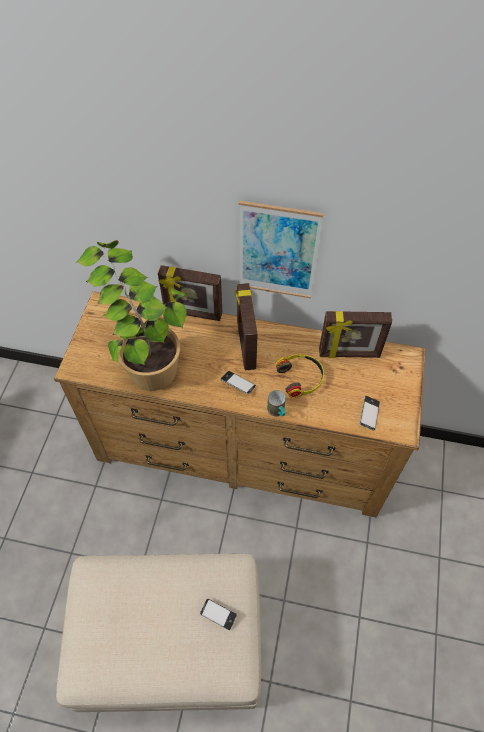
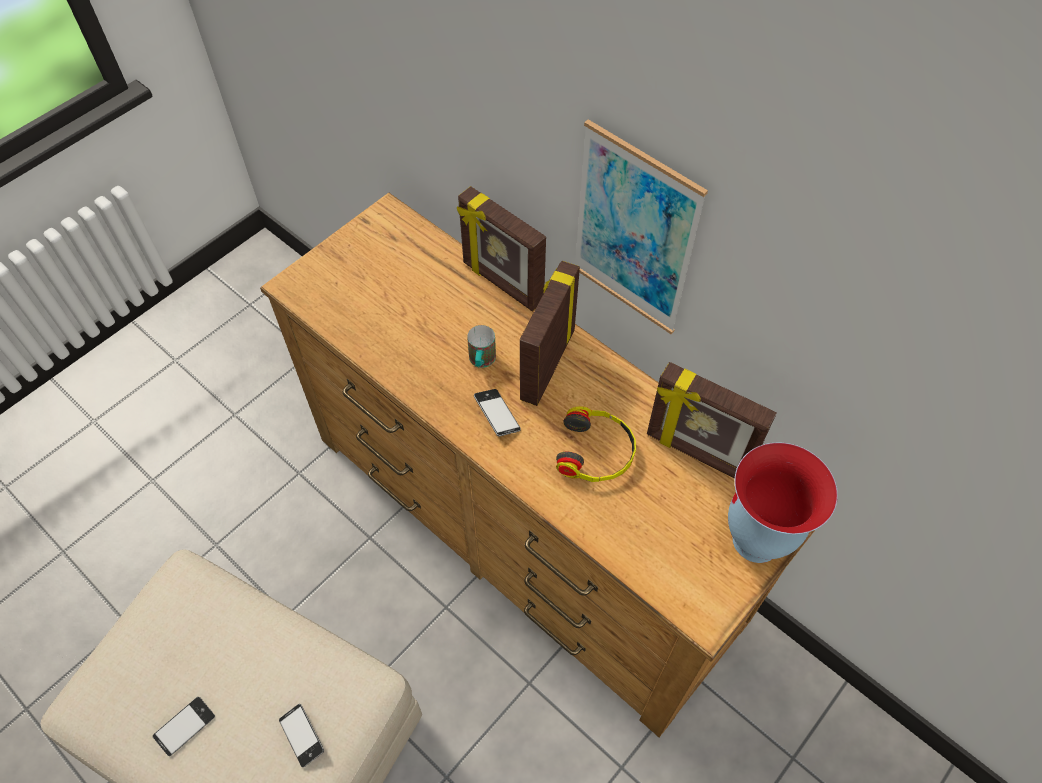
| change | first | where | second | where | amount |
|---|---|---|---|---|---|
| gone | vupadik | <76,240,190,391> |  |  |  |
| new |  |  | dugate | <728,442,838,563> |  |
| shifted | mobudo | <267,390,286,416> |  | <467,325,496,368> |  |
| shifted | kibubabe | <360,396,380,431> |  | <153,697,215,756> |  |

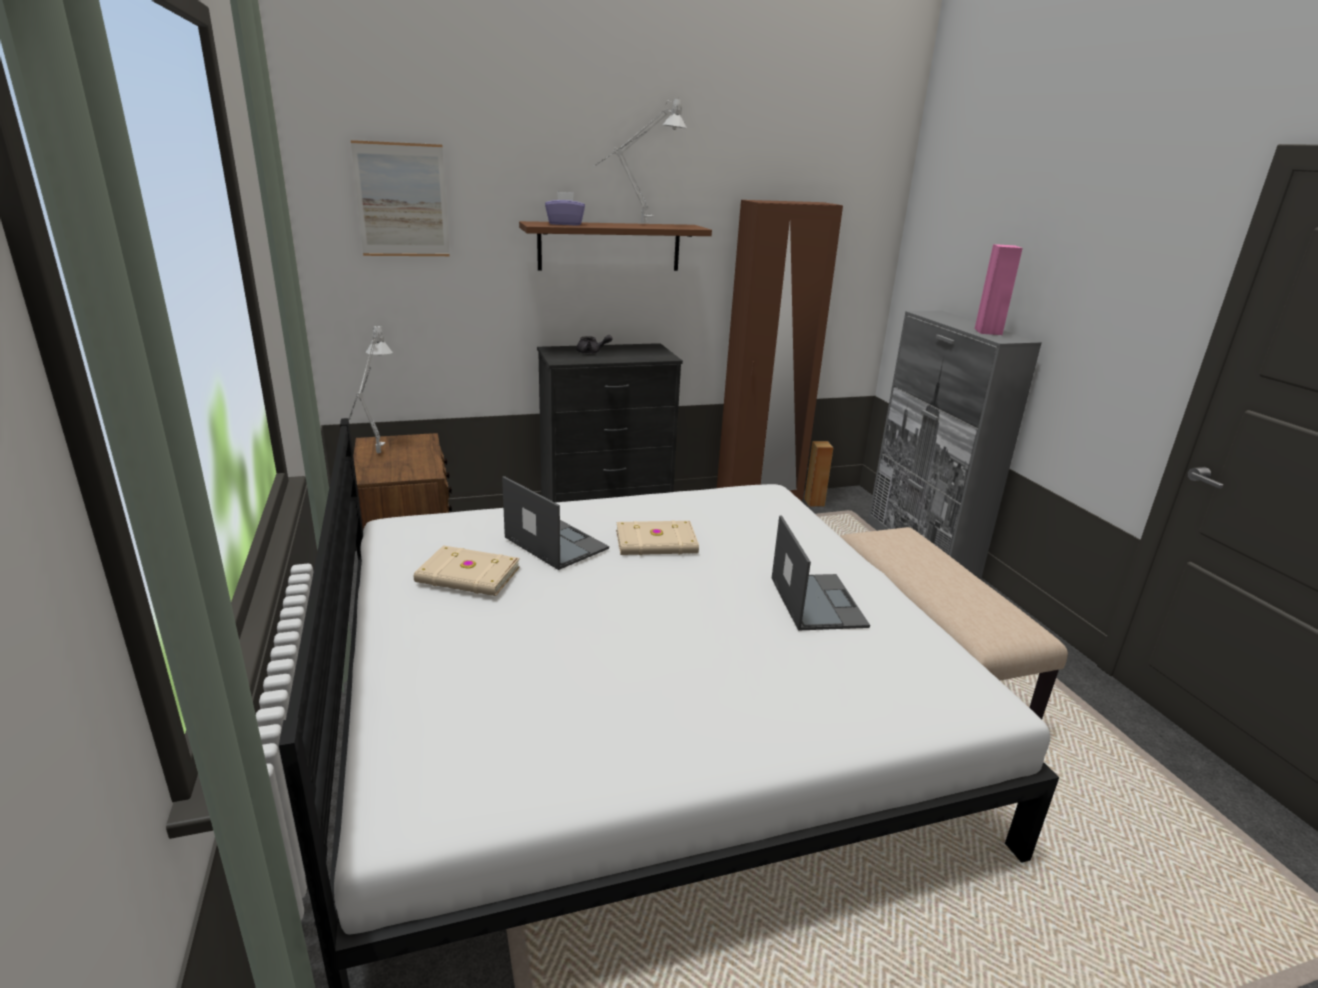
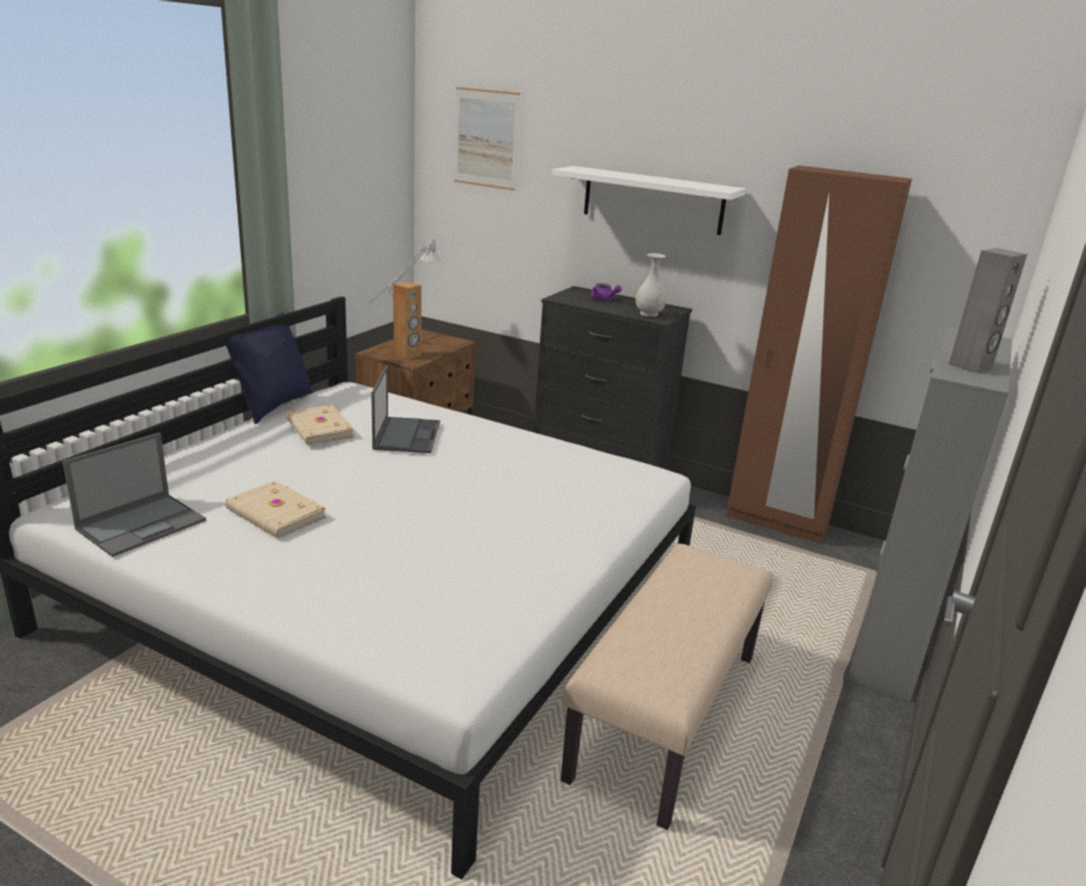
| change | first | where | second | where | amount |
|---|---|---|---|---|---|
| gone | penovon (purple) | <545,191,585,226> |  |  |  |
| gone | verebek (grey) | <593,97,687,223> |  |  |  |
| new |  |  | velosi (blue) | <226,313,312,424> |  |
| new |  |  | dugate (white) | <636,253,666,317> |  |
| shifted | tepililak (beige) | <616,521,699,555> |  | <225,481,327,539> |  |
| shifted | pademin | <772,515,870,631> |  | <62,433,206,557> |  |
| shifted | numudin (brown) | <804,441,833,507> |  | <393,281,422,360> |  |
| repainted | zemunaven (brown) | <519,221,712,271> | zemunaven (white) | <552,166,746,235> |  |
| repainted | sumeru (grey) | <576,335,613,354> | sumeru (purple) | <591,283,622,301> |  |
| repainted | numudin (pink) | <975,244,1023,335> | numudin (grey) | <949,248,1027,373> |  |

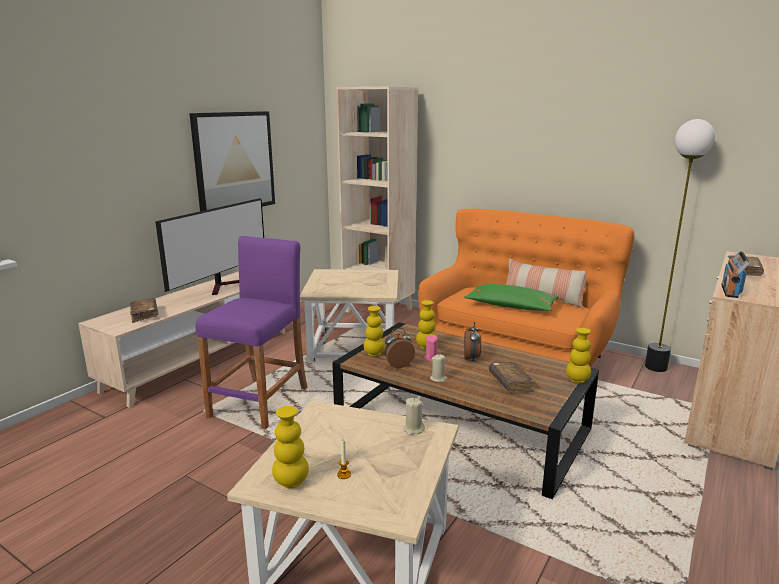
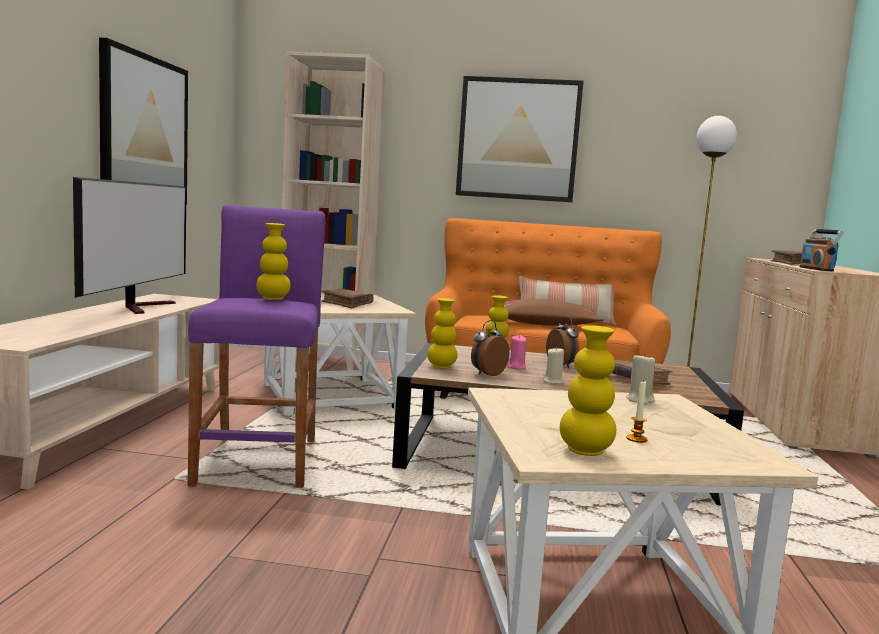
| change | first | where | second | where | amount |
|---|---|---|---|---|---|
| new |  |  | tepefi | <456,76,584,202> |  |
| shifted | tepililak (brown) | <129,298,158,323> |  | <321,289,374,309> |  |
| shifted | dugate (yellow) | <566,328,591,383> |  | <256,223,291,300> |  |
| repainted | velosi (green) | <464,284,559,311> | velosi (brown) | <493,299,604,326> |  |

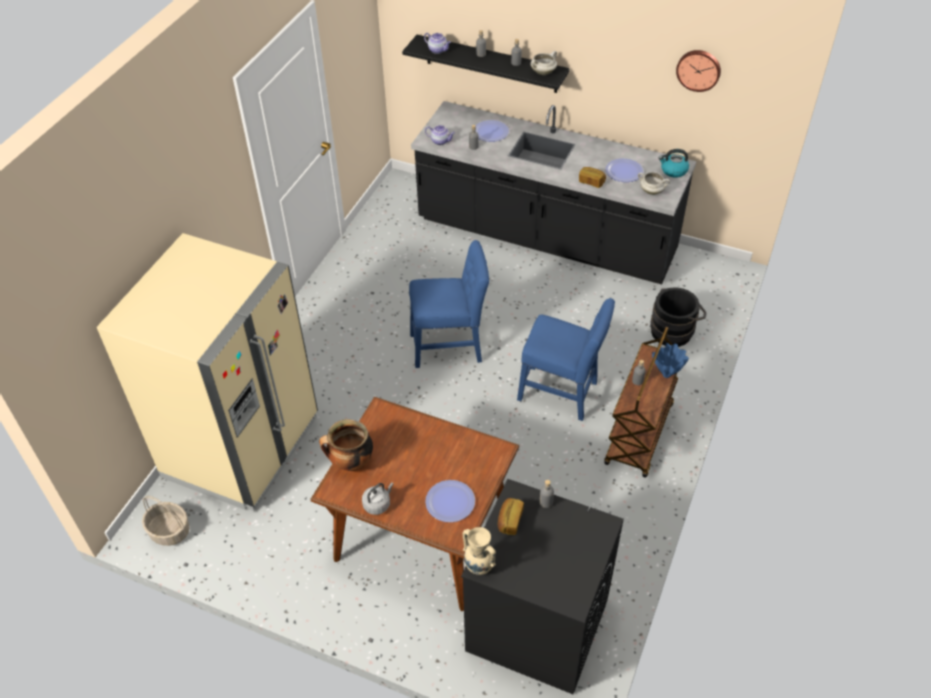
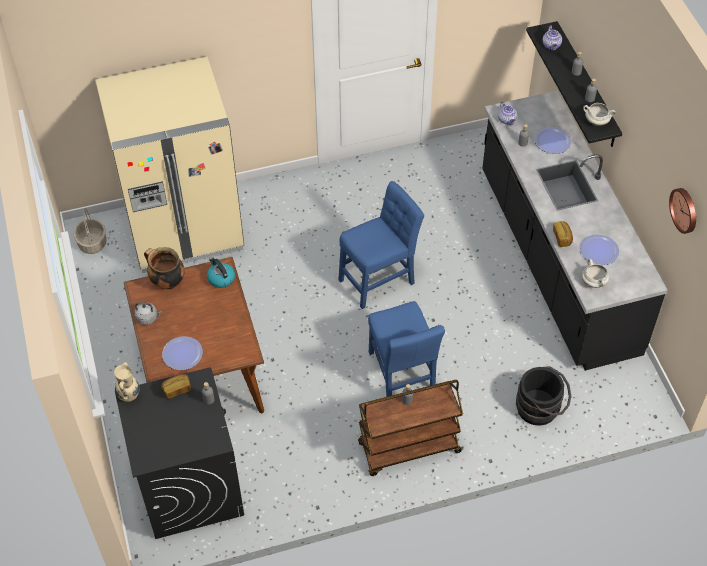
| change | first | where | second | where | amount |
|---|---|---|---|---|---|
| gone | dugate (blue) | <652,343,689,378> |  |  |  |
| shifted | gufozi | <658,149,689,178> |  | <207,257,235,288> |  |
| rotated | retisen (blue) | <409,240,489,368> |  | <338,181,424,309> | 75 degrees counterclockwise |

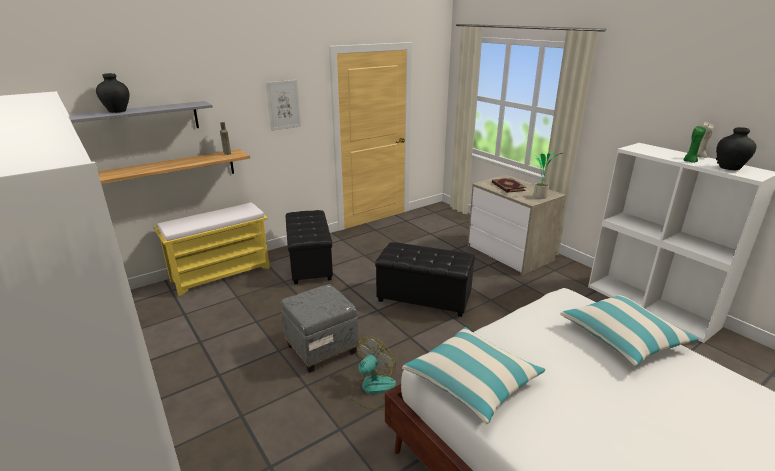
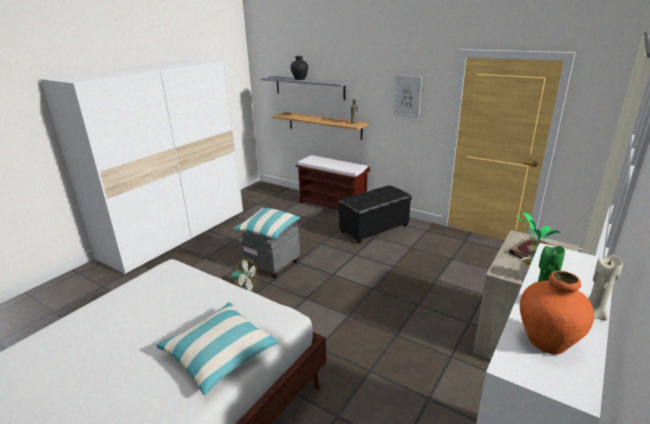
| change | first | where | second | where | amount |
|---|---|---|---|---|---|
| gone | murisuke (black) | <375,242,475,317> |  |  |  |
| shifted | velosi | <402,327,546,424> |  | <233,208,300,240> |  |
| repainted | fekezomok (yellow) | <154,202,270,296> | fekezomok (brown) | <296,155,370,210> |  |
| repainted | dugate (black) | <716,127,756,170> | dugate (orange) | <520,270,594,355> |  |

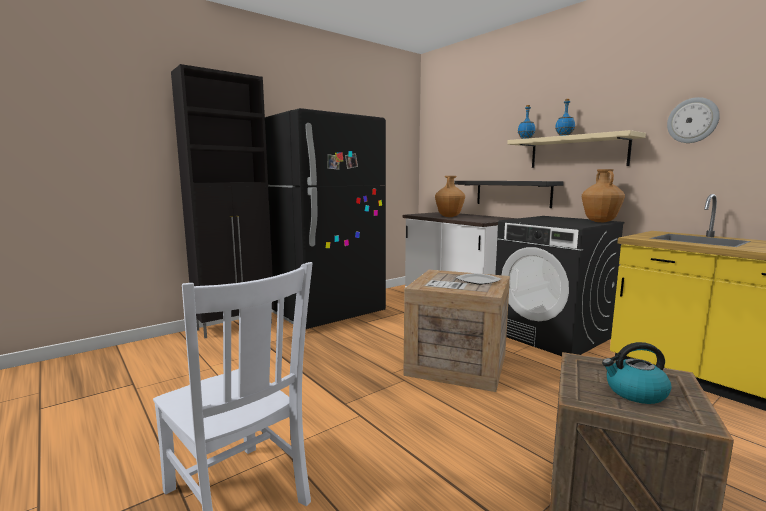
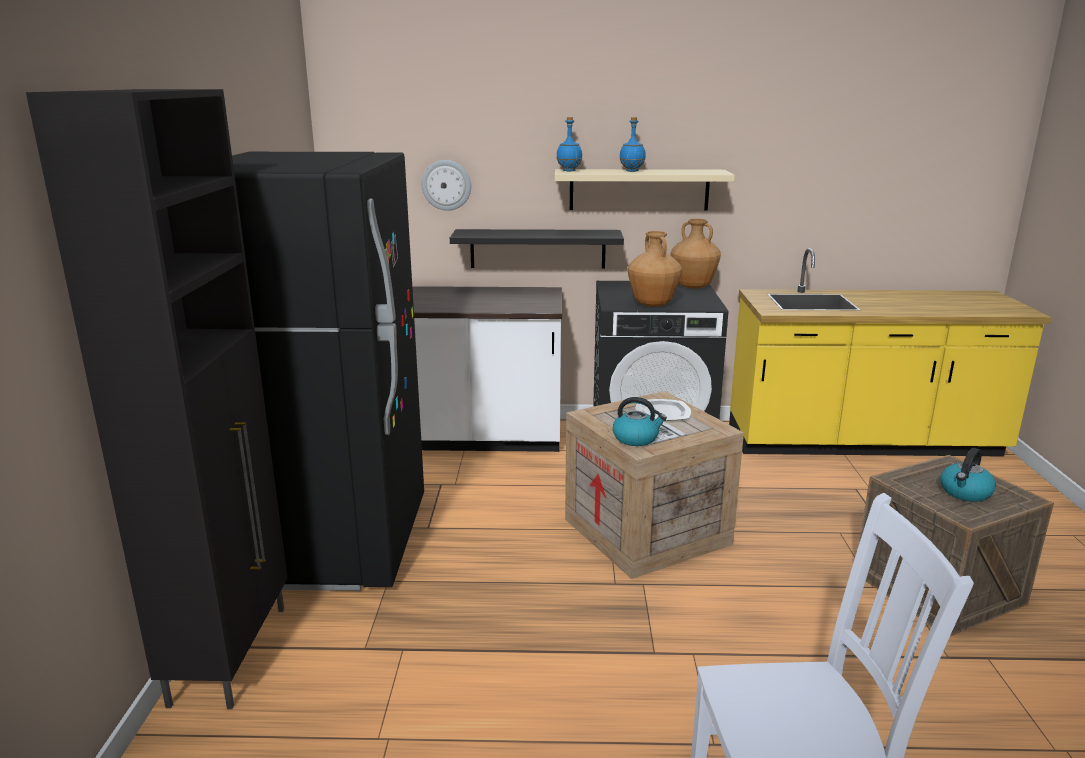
| change | first | where | second | where | amount |
|---|---|---|---|---|---|
| new |  |  | gufozi | <612,397,667,446> |  |
| shifted | dugate (brown) | <435,176,465,217> |  | <627,231,682,307> |  |
| shifted | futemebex | <667,97,720,143> |  | <422,160,471,211> |  |

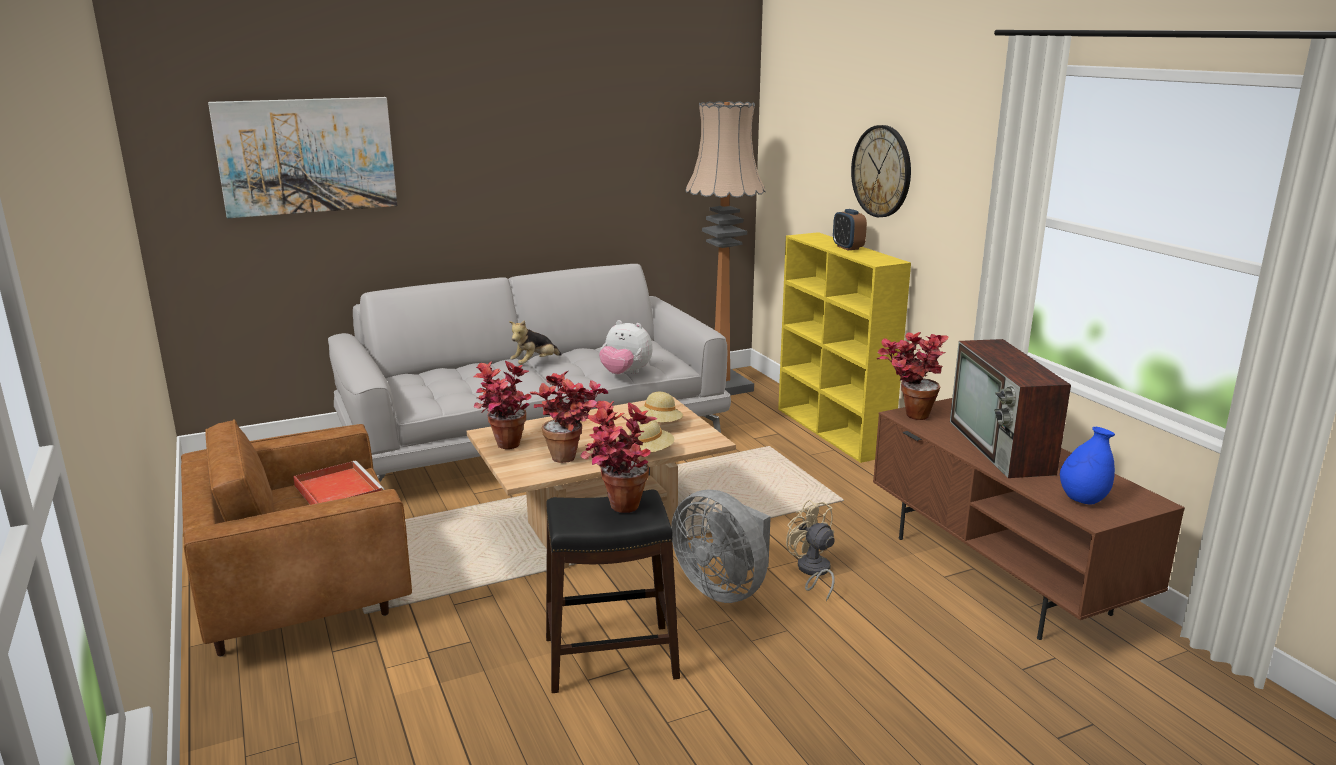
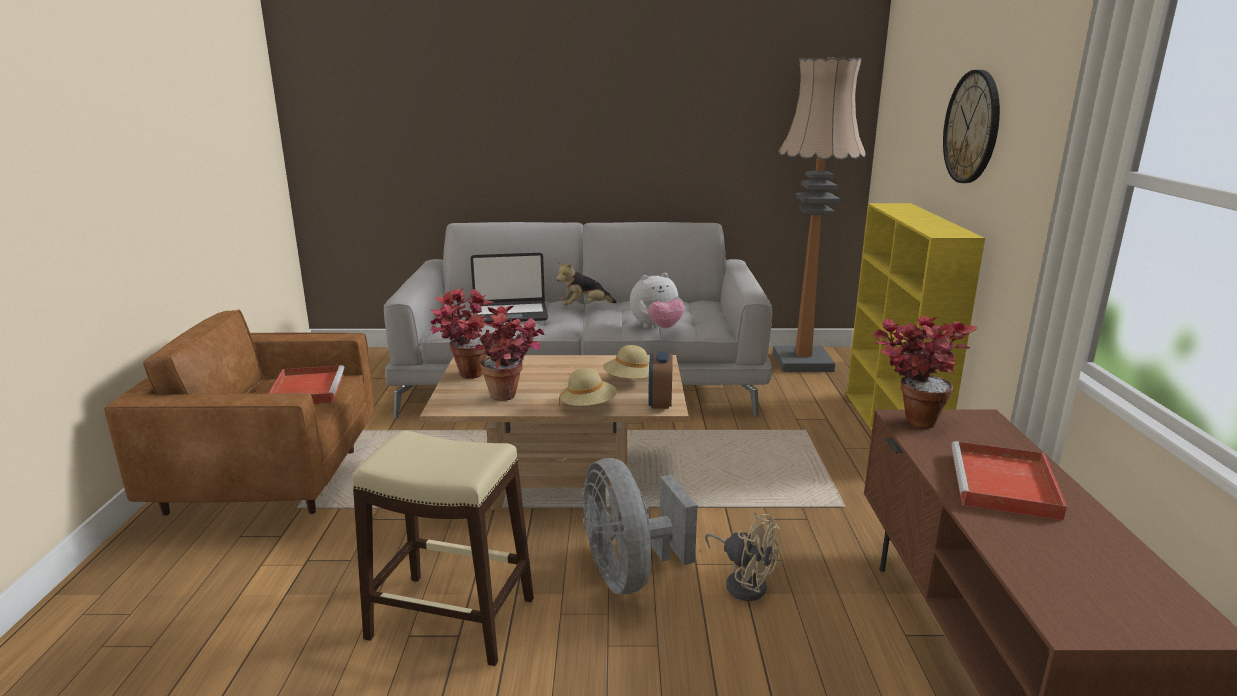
| change | first | where | second | where | amount |
|---|---|---|---|---|---|
| gone | tepefi | <208,97,397,218> |  |  |  |
| gone | vupadik | <581,401,658,513> |  |  |  |
| gone | dugate (blue) | <1060,427,1115,505> |  |  |  |
| new |  |  | pademin | <470,253,548,322> |  |
| shifted | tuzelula | <833,209,867,250> |  | <648,351,673,409> |  |
| swapped | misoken | <950,339,1071,478> | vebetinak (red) | <951,441,1067,521> |  |
| repainted | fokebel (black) | <546,490,680,693> | fokebel (beige) | <352,430,534,666> |  |
| rotated | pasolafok | <599,320,653,374> |  | <630,273,684,328> | 75 degrees counterclockwise |
| rotated | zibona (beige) | <786,500,835,601> |  | <705,512,780,601> | 135 degrees clockwise |

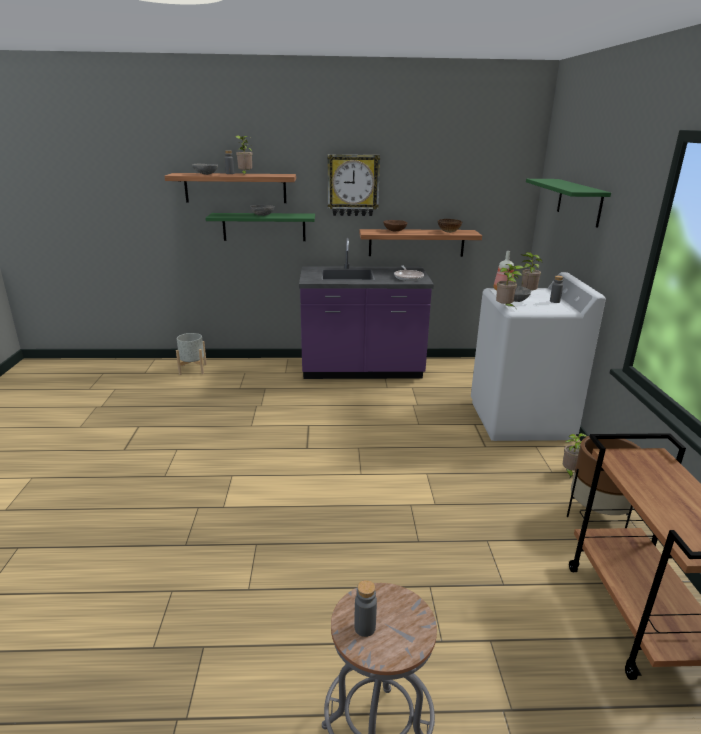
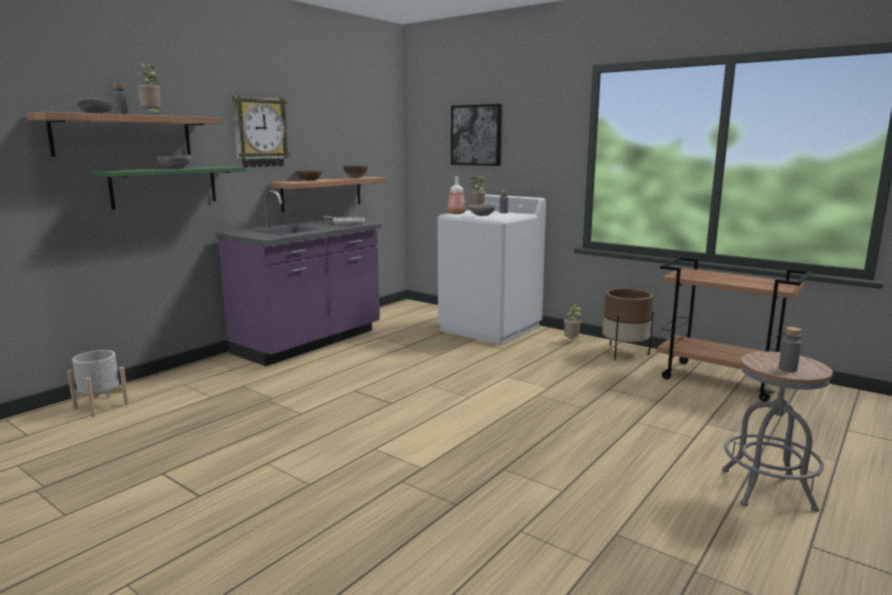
| change | first | where | second | where | amount |
|---|---|---|---|---|---|
| gone | vupadik | <496,264,524,307> |  |  |  |
| swapped | zemunaven (green) | <526,179,611,228> | tepefi | <451,104,502,166> |  |

